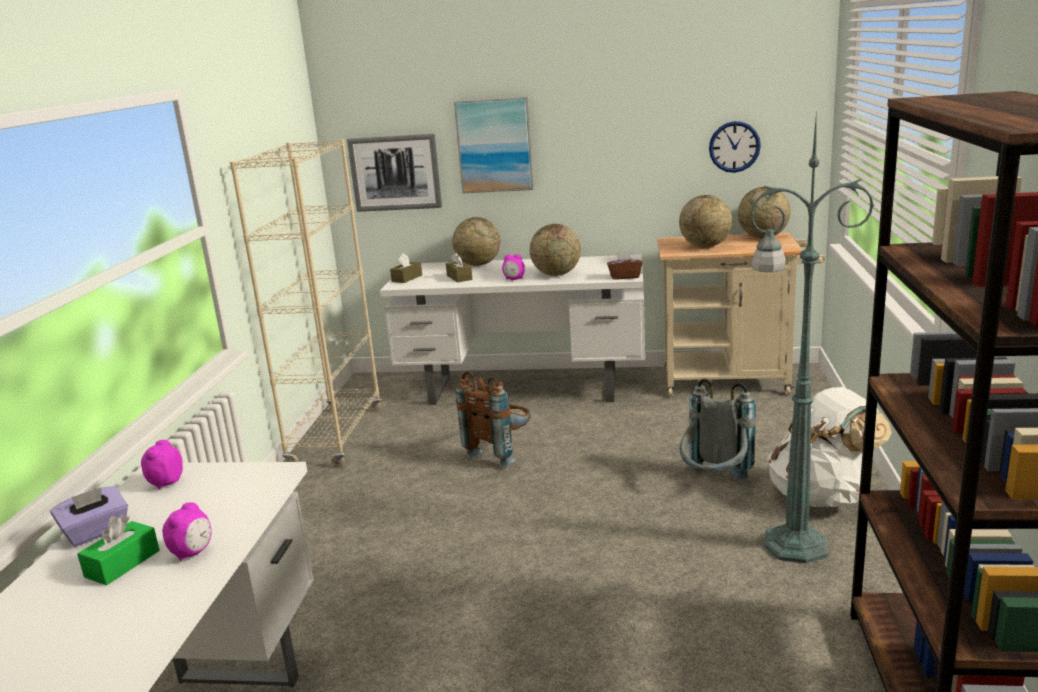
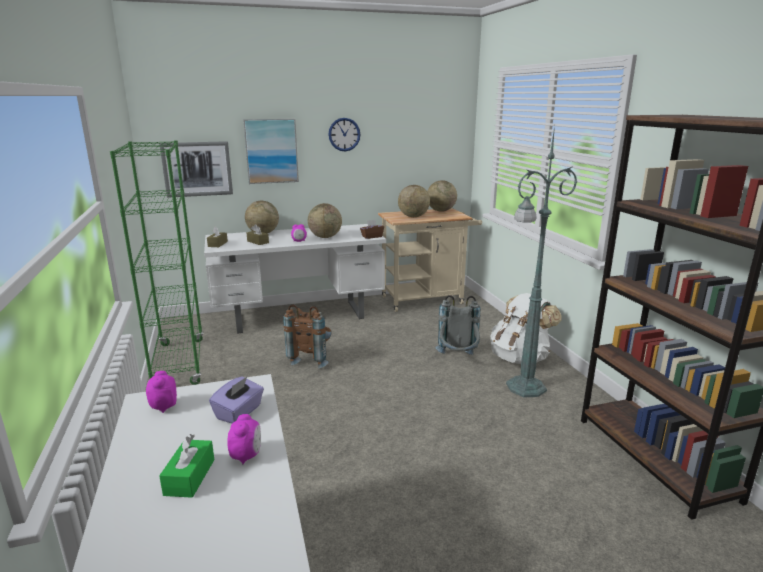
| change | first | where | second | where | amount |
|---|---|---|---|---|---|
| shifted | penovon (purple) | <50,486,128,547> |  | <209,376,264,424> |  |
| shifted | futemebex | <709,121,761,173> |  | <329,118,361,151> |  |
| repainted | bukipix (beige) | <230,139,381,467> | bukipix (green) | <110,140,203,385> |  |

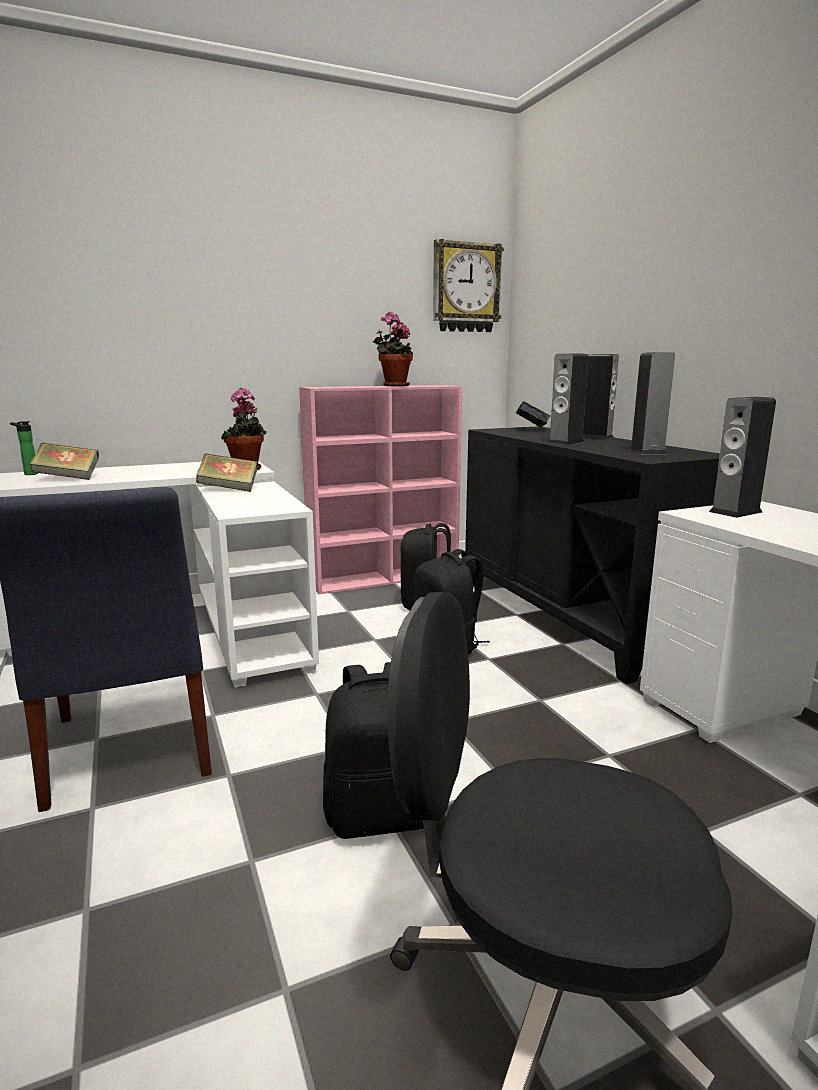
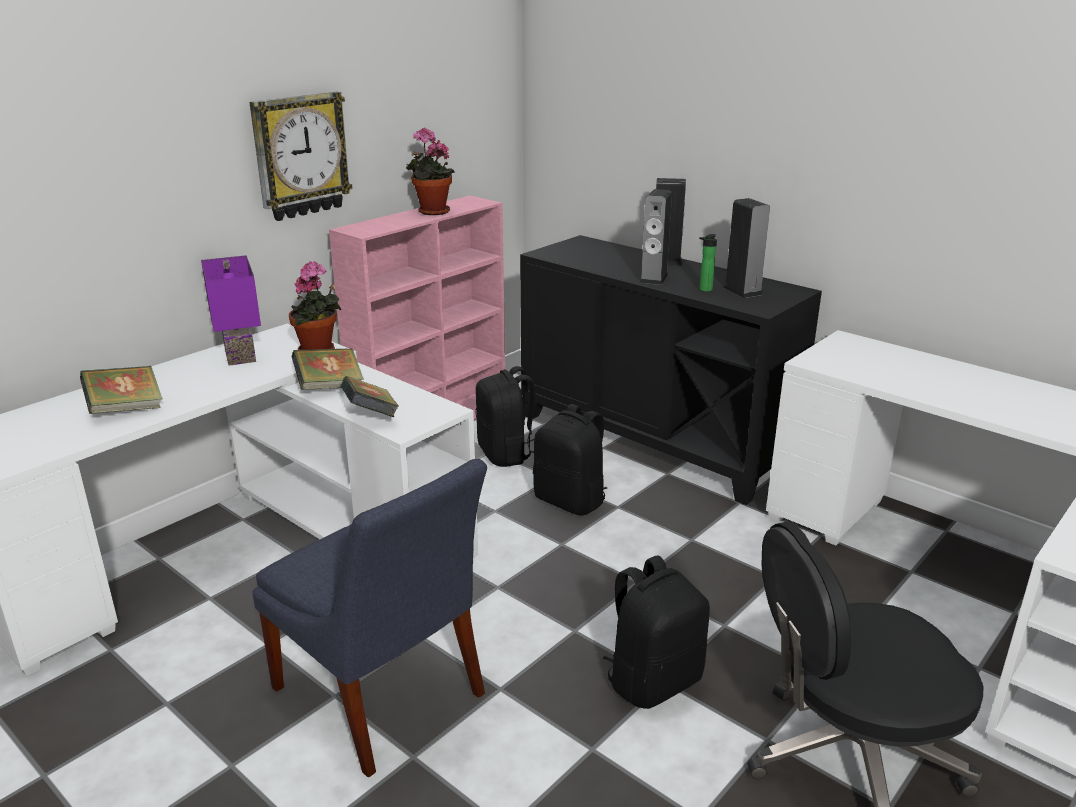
| change | first | where | second | where | amount |
|---|---|---|---|---|---|
| gone | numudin | <709,397,776,518> |  |  |  |
| new |  |  | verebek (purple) | <201,255,261,366> |  |
| shifted | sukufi | <10,421,38,475> |  | <699,234,717,292> |  |
| shifted | futemebex | <433,239,504,332> |  | <249,92,353,221> |  |
| shifted | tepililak | <516,401,551,428> |  | <341,376,399,417> |  |

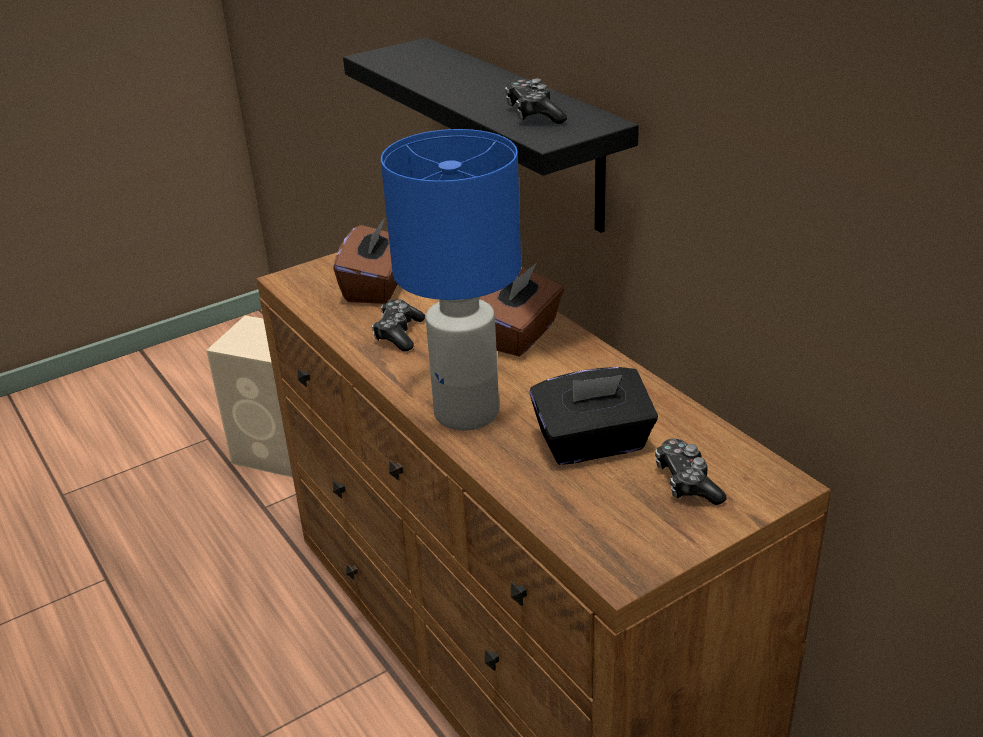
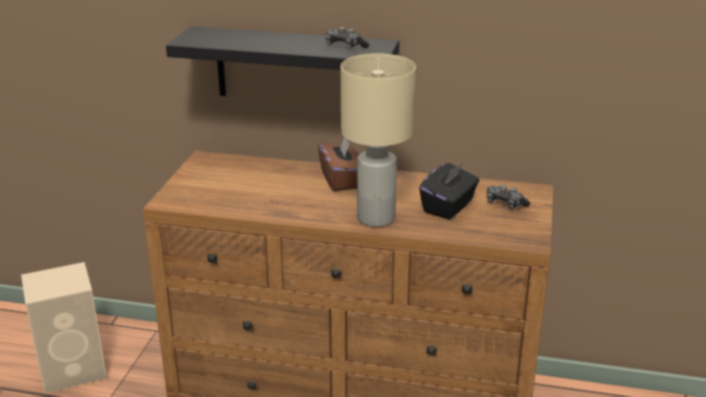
| change | first | where | second | where | amount |
|---|---|---|---|---|---|
| gone | penovon (brown) | <333,218,397,304> |  |  |  |
| gone | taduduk | <372,299,425,351> |  |  |  |
| repainted | verebek (blue) | <381,129,521,431> | verebek (beige) | <341,53,416,227> |  |

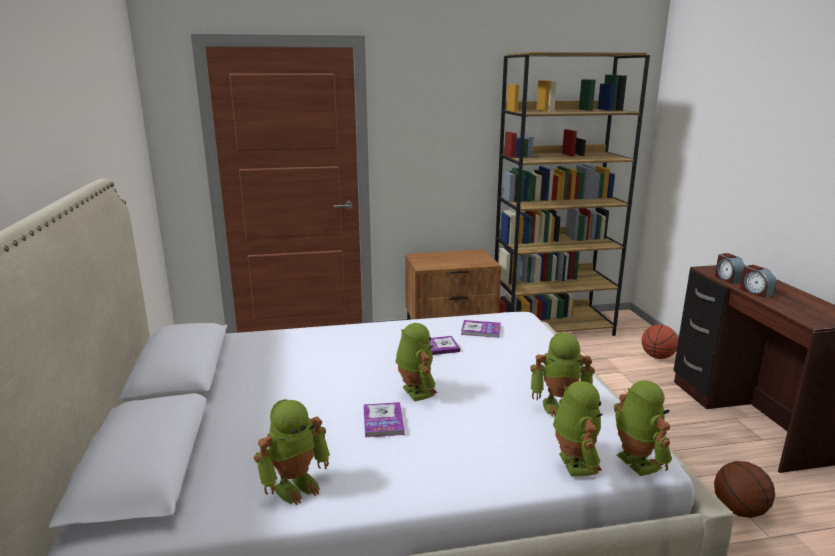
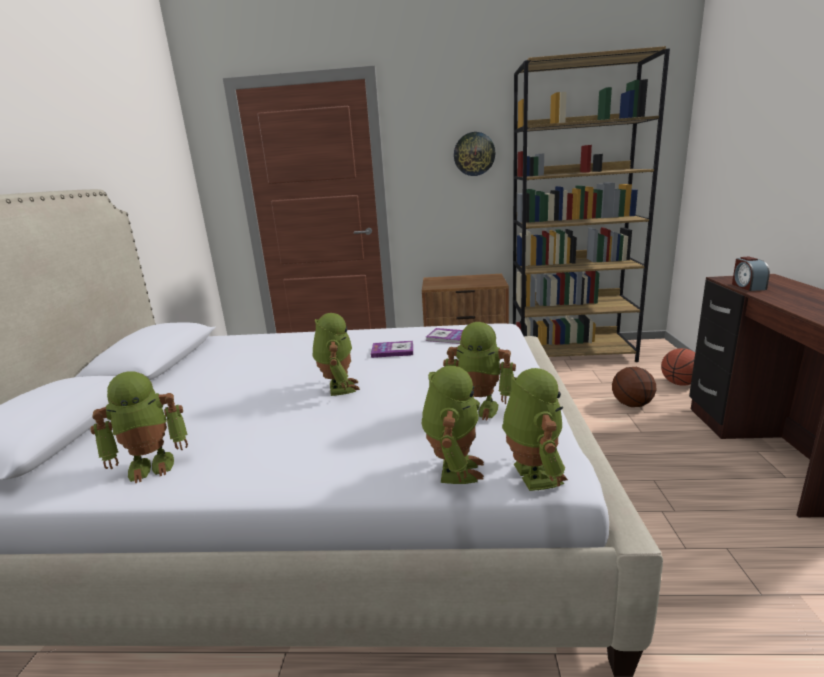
| change | first | where | second | where | amount |
|---|---|---|---|---|---|
| gone | tepililak | <363,402,405,437> |  |  |  |
| gone | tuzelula | <740,265,777,298> |  |  |  |
| new |  |  | futemebex | <454,132,495,176> |  |
| shifted | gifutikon | <714,461,775,518> |  | <612,367,656,407> |  |

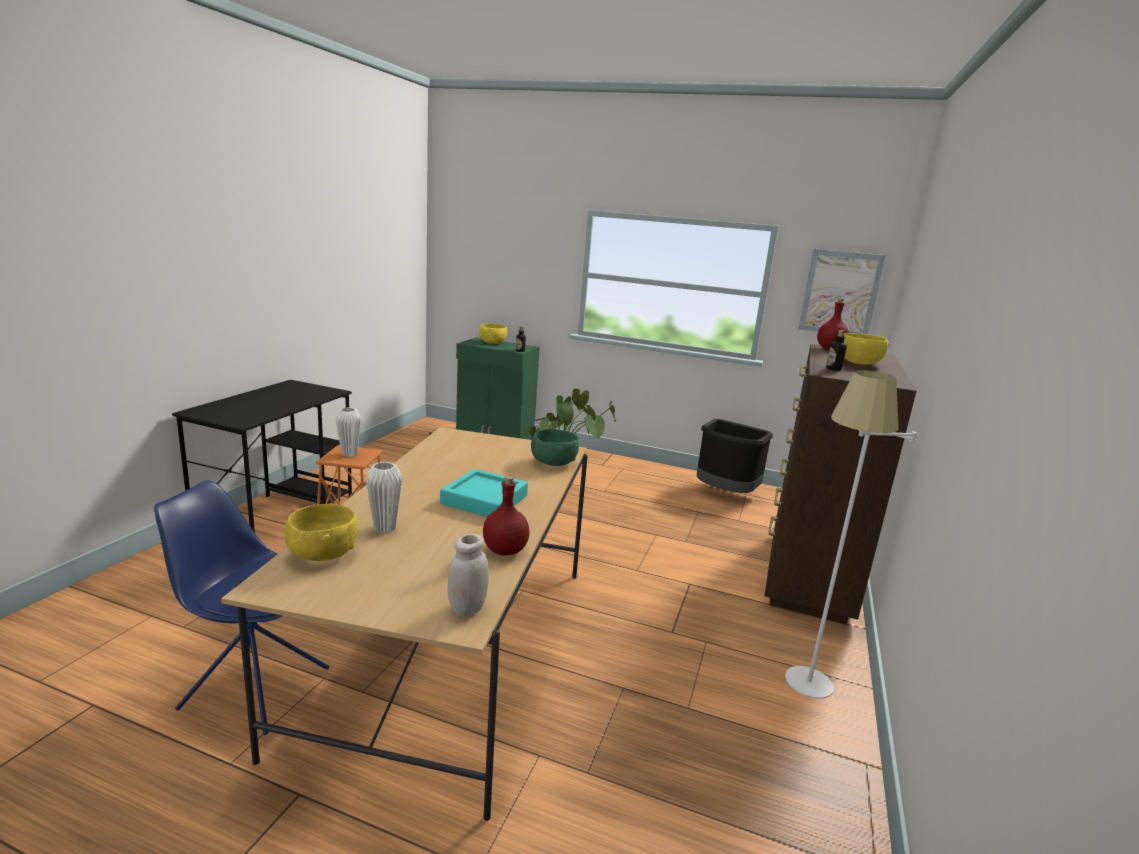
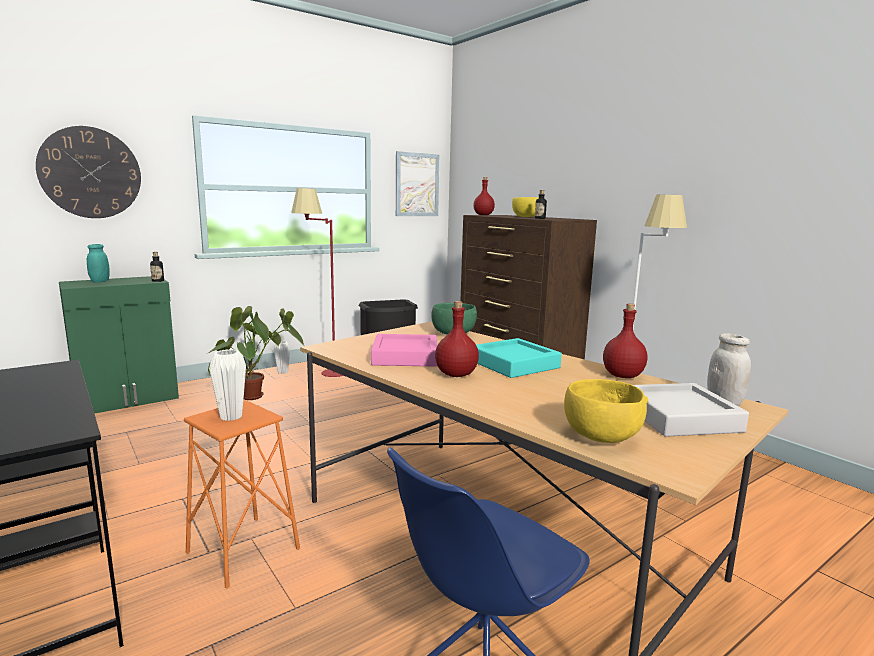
| change | first | where | second | where | amount |
|---|---|---|---|---|---|
| new |  |  | futemebex | <36,126,141,218> |  |
| new |  |  | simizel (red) | <291,188,344,377> |  |
| new |  |  | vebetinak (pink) | <371,334,437,367> |  |
| new |  |  | sukufi (red) | <435,301,479,377> |  |
| new |  |  | vebetinak (grey) | <634,383,749,437> |  |
| shifted | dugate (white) | <366,462,402,533> |  | <274,341,290,374> |  |
| swapped | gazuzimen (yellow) | <479,323,507,344> | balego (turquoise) | <87,244,110,282> |  |

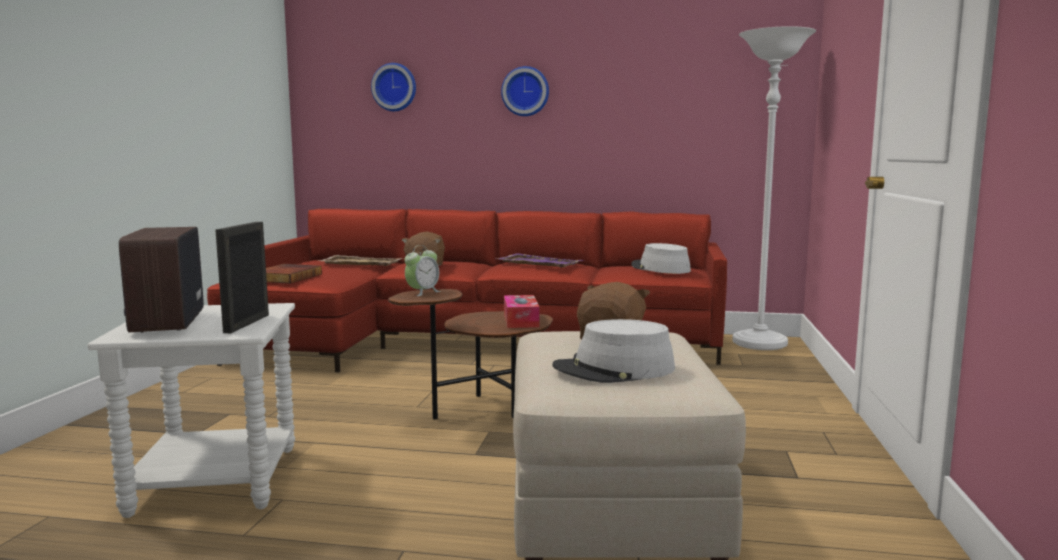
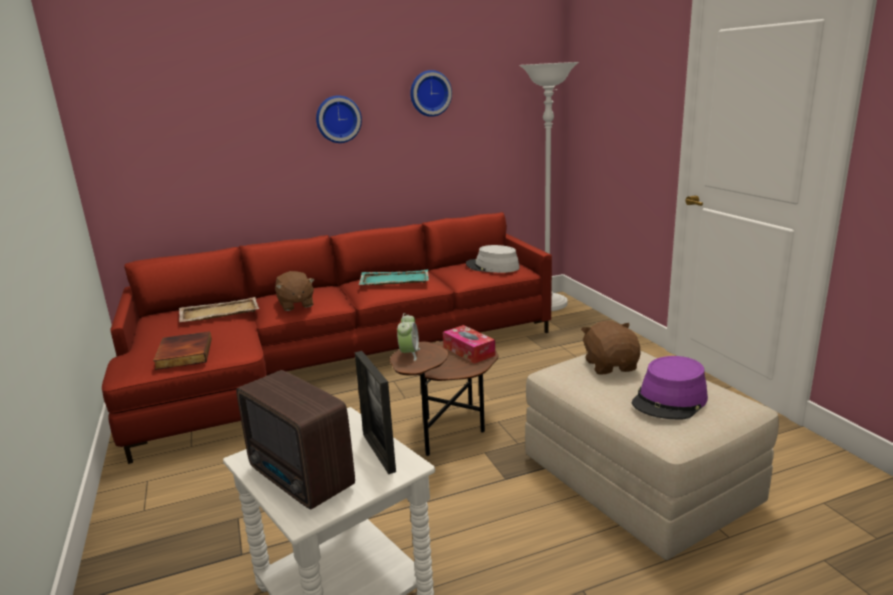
| change | first | where | second | where | amount |
|---|---|---|---|---|---|
| shifted | futemebex | <371,63,416,111> |  | <410,70,452,117> |  |
| repainted | vebetinak (purple) | <495,253,583,268> | vebetinak (turquoise) | <358,269,429,285> |  |
| repainted | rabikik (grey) | <552,319,675,383> | rabikik (purple) | <632,356,708,419> |  |

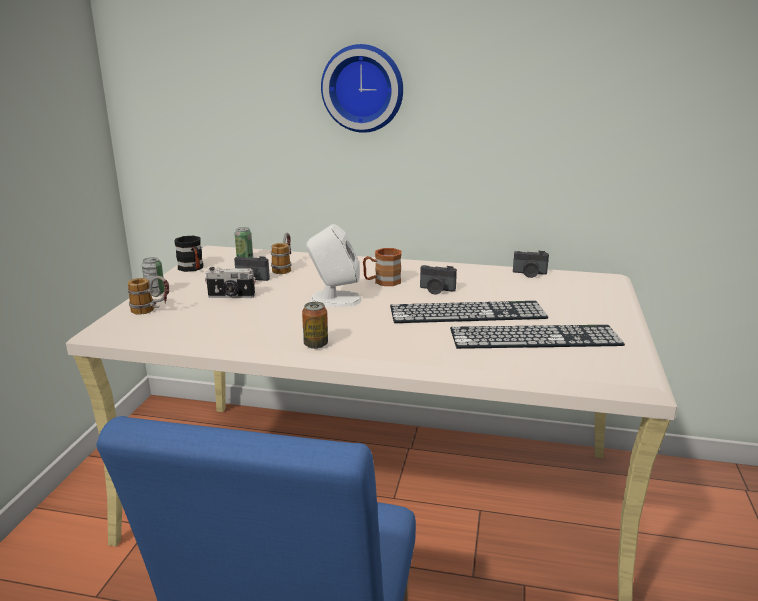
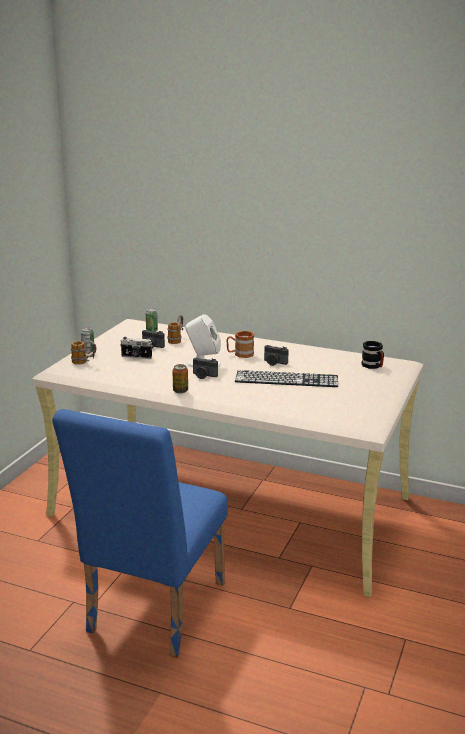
| change | first | where | second | where | amount |
|---|---|---|---|---|---|
| gone | futemebex | <321,44,403,133> |  |  |  |
| gone | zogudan | <450,325,625,349> |  |  |  |
| shifted | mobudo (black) | <174,236,203,272> |  | <361,341,384,369> |  |
| shifted | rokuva | <513,251,549,278> |  | <193,358,218,379> |  |

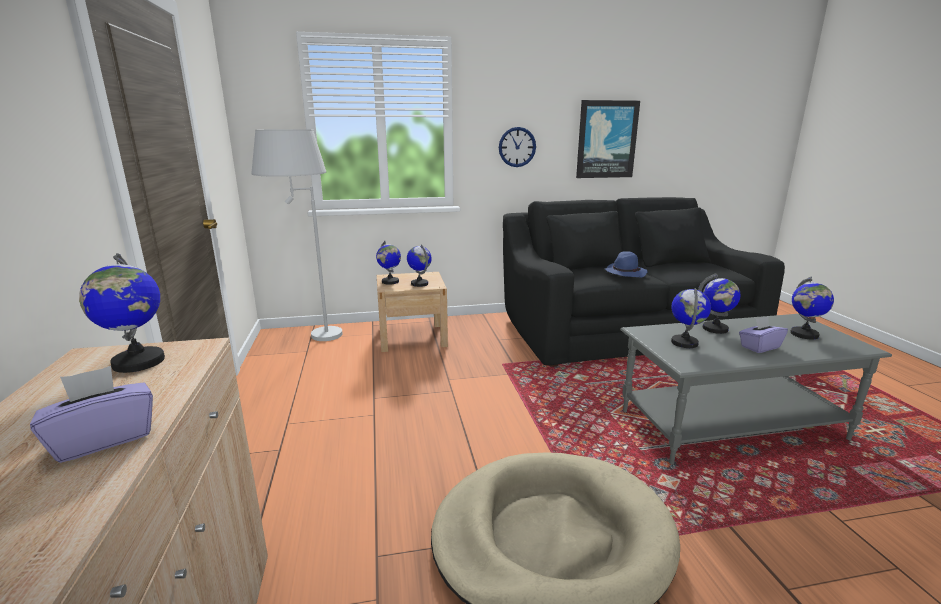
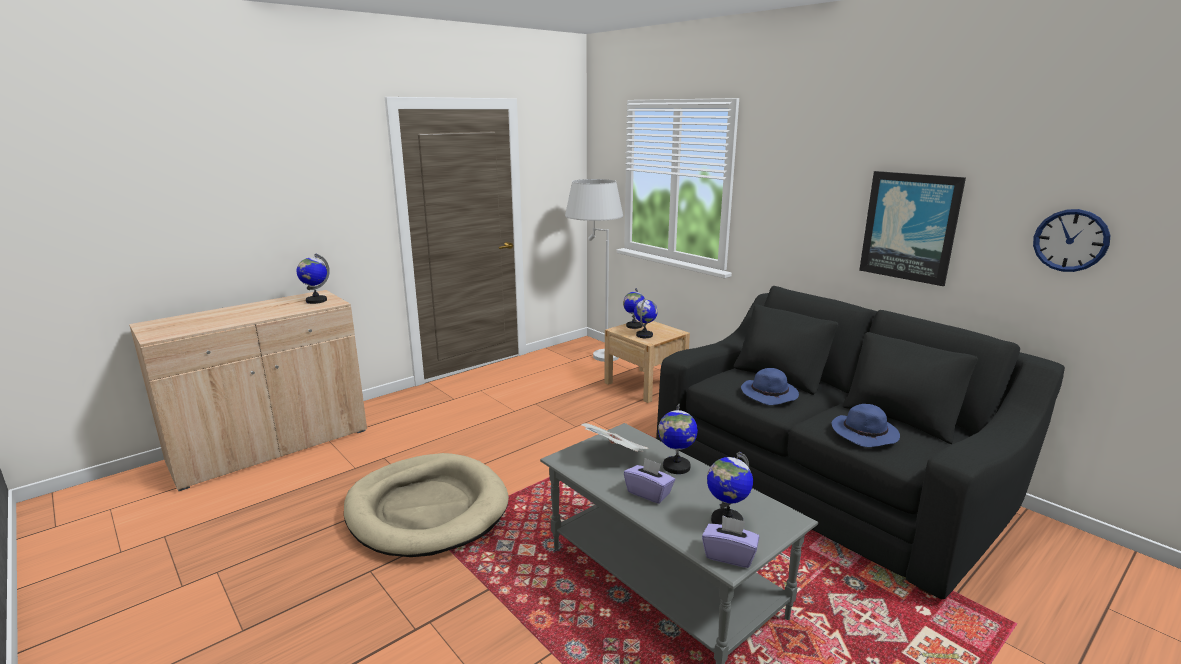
| change | first | where | second | where | amount |
|---|---|---|---|---|---|
| new |  |  | rabikik (blue) | <832,404,900,447> |  |
| shifted | penovon (purple) | <30,366,153,463> |  | <702,515,759,568> |  |
| shifted | futemebex | <499,127,536,167> |  | <1033,209,1110,272> |  |
| swapped | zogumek | <671,288,711,348> | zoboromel | <581,423,648,452> |  |

